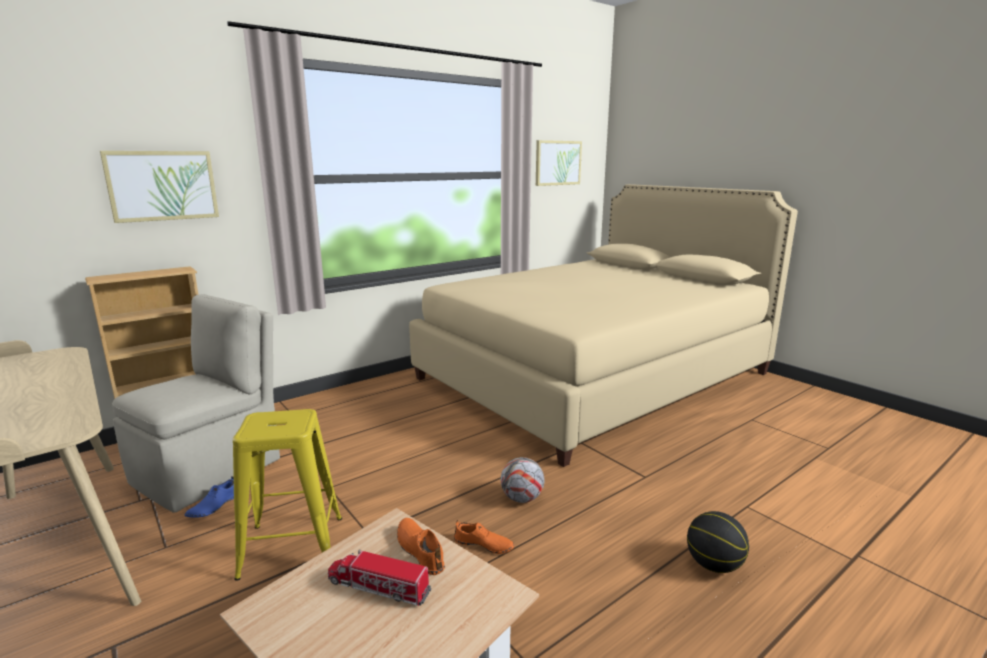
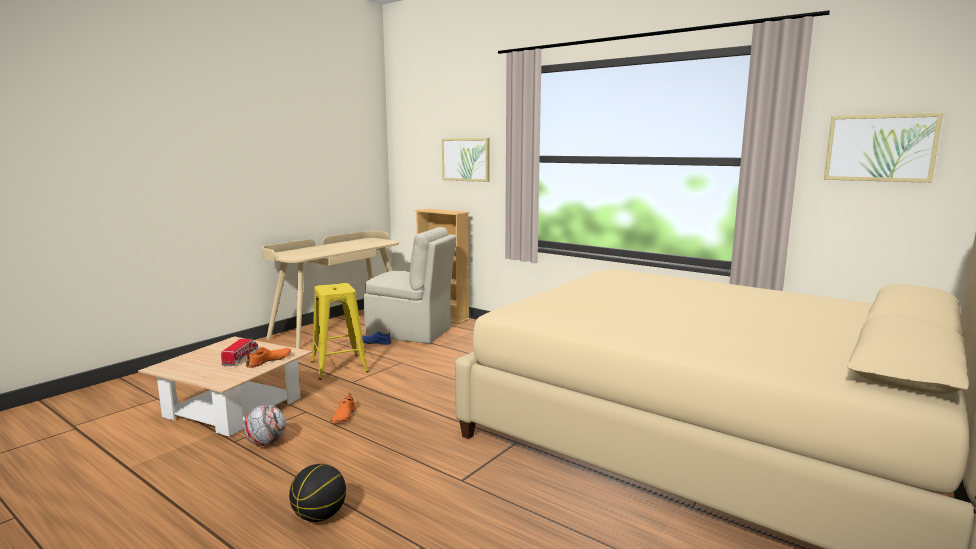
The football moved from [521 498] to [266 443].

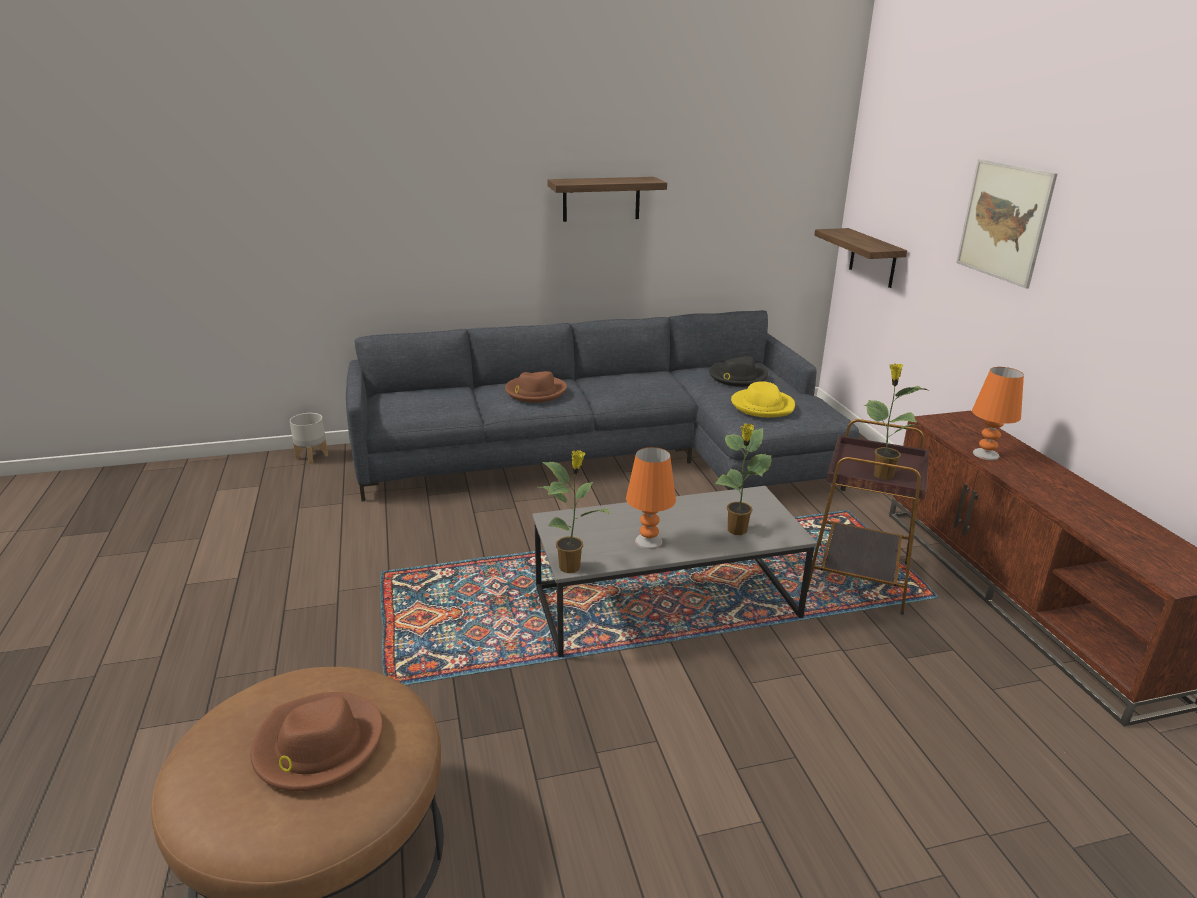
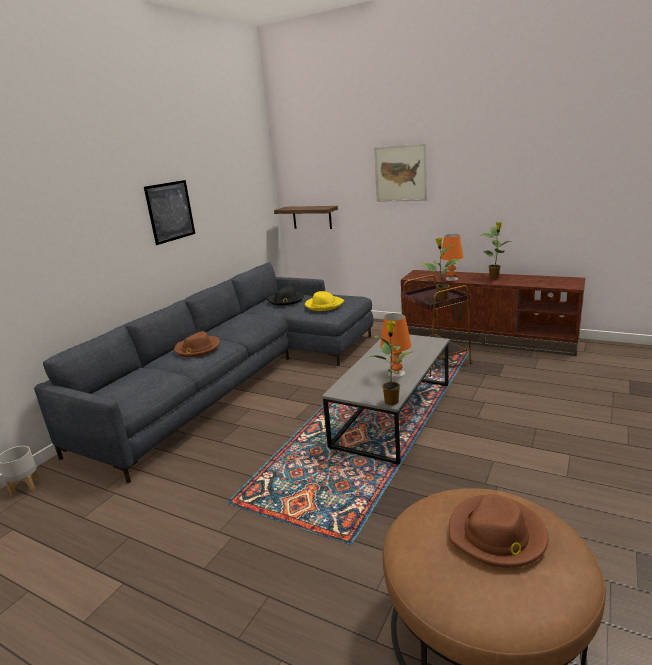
The shelf at [601 199] was replaced by the picture at [170 211].
The potted plant moved from [737 531] to [494 277].

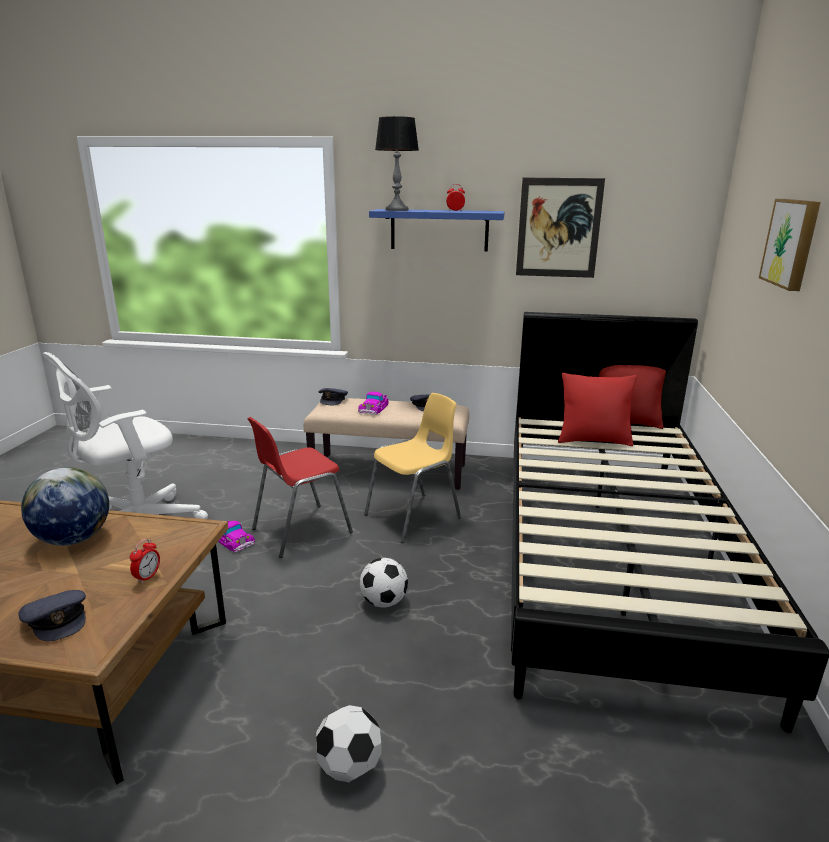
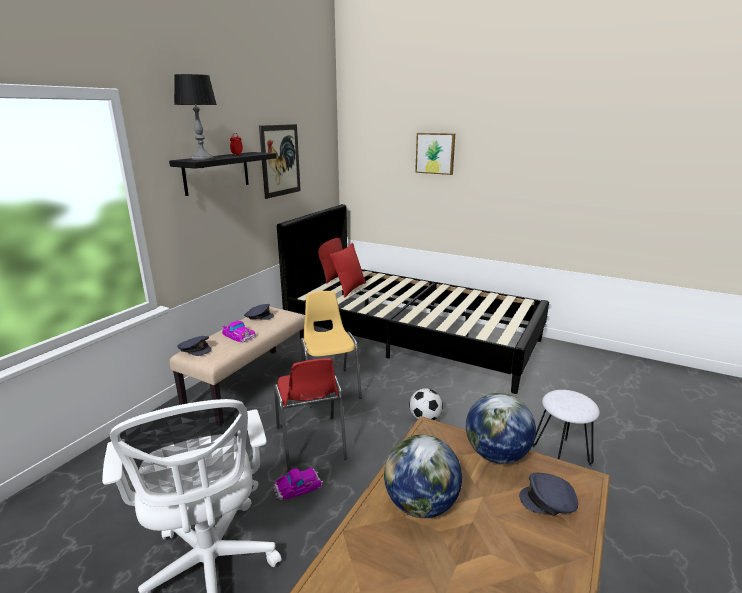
The blue shelf at [439 230] became the black shelf at [216 173].
The alarm clock at [147 577] was replaced by the globe at [496 455].
The grey cap at [57 619] turned 150 degrees counterclockwise.
The football at [349 767] was replaced by the white stool at [561 455].

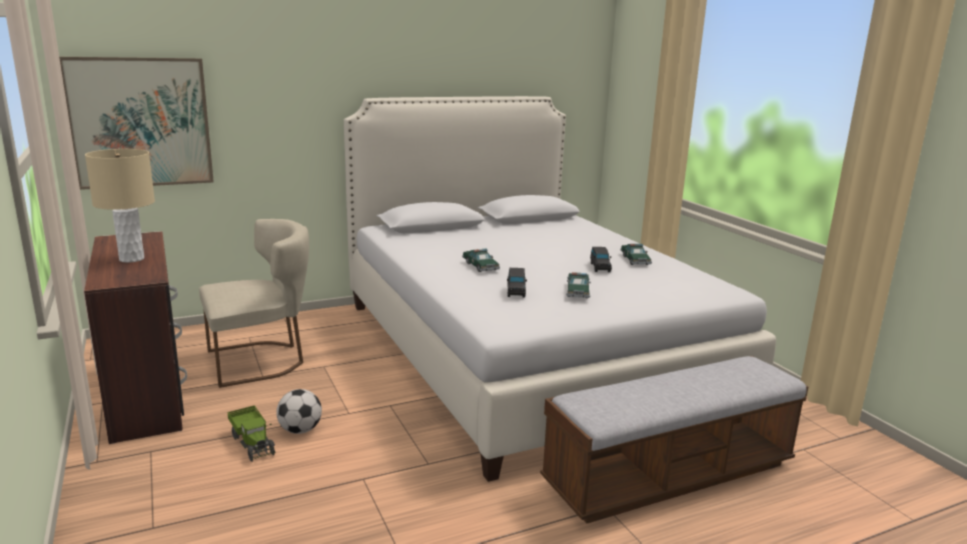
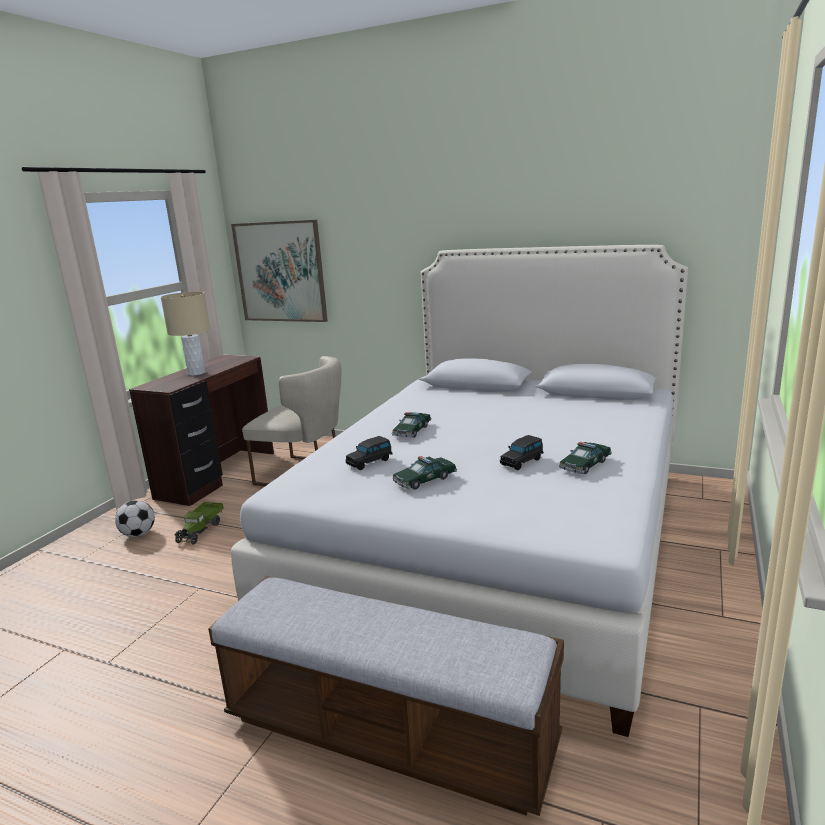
The football moved from [300 430] to [138 534].

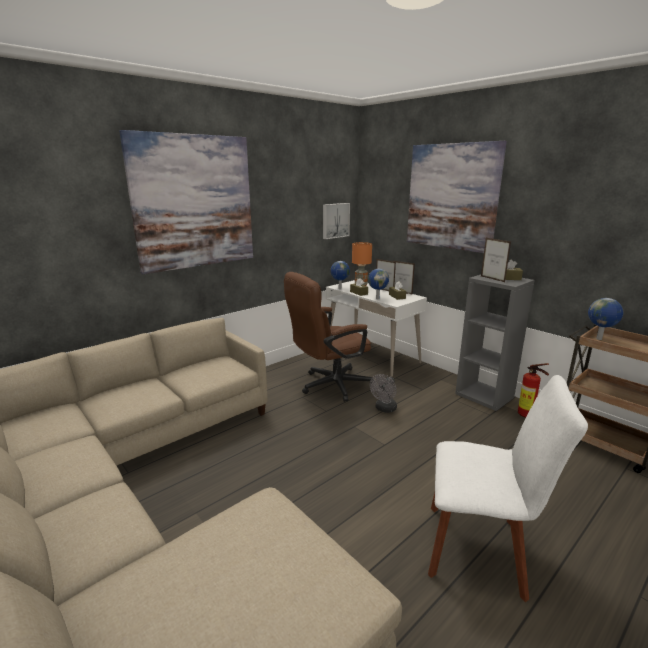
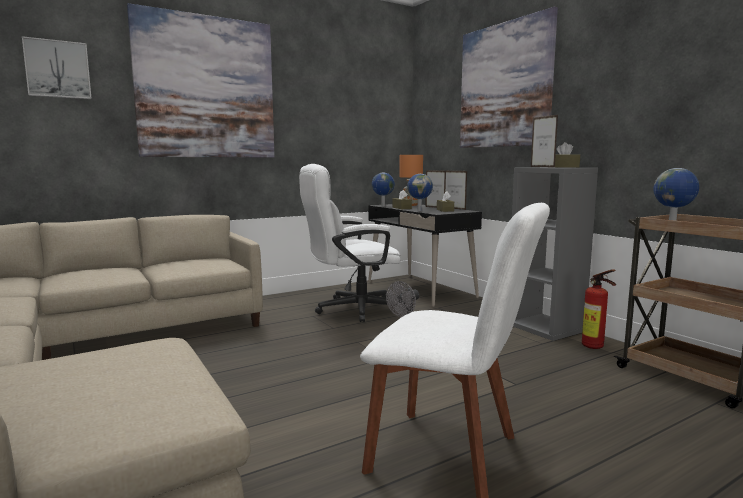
The picture moved from [335 220] to [57 69].
The brown office chair at [329 386] became the white office chair at [351 309].
The white desk at [371 355] became the black desk at [420 289].

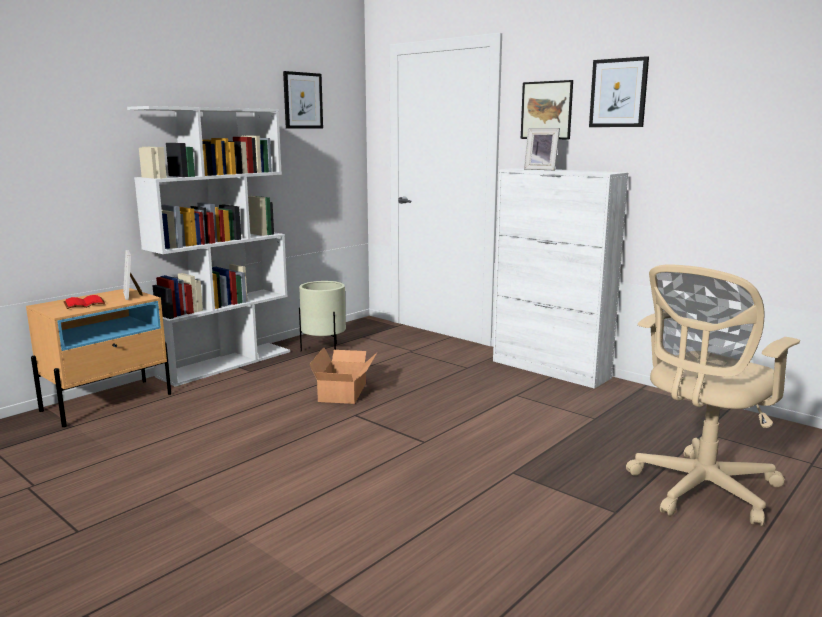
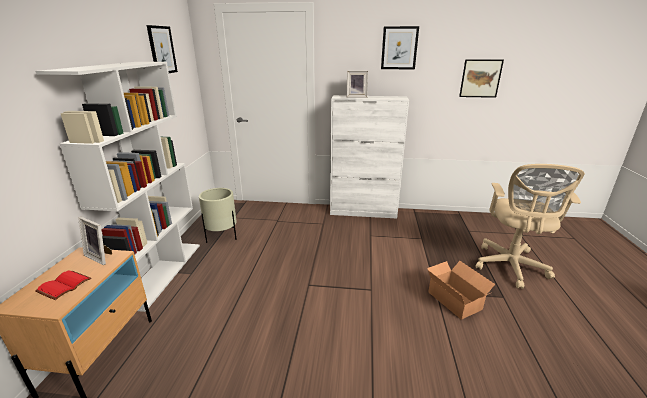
The picture moved from [546 110] to [480 78].
The cardboard box moved from [345 392] to [455 299].

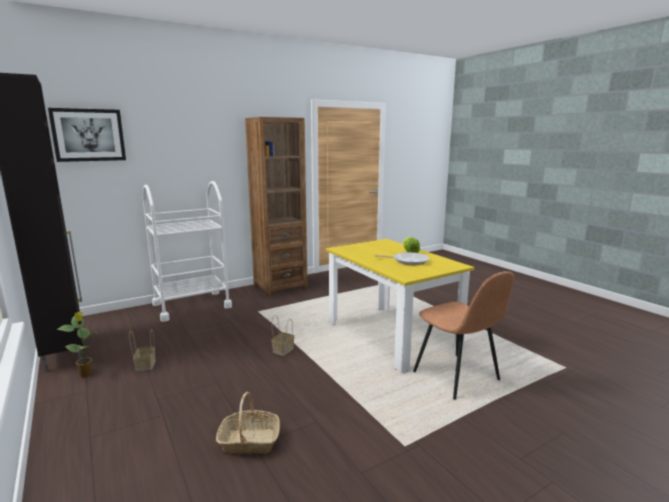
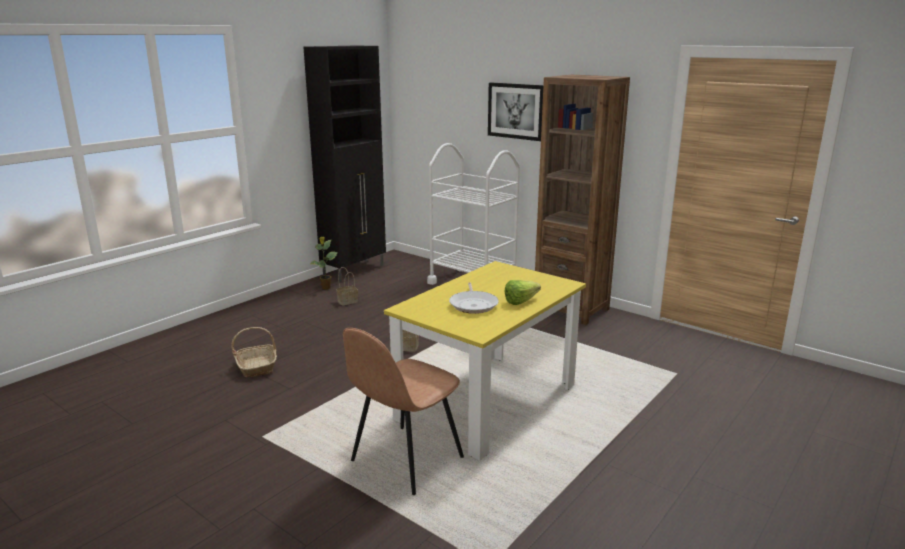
The picture moved from [88 135] to [516 111].

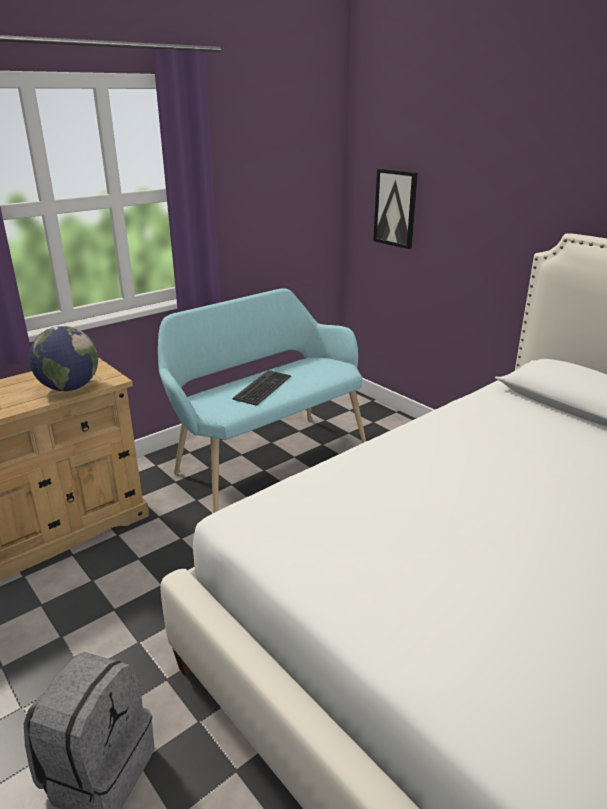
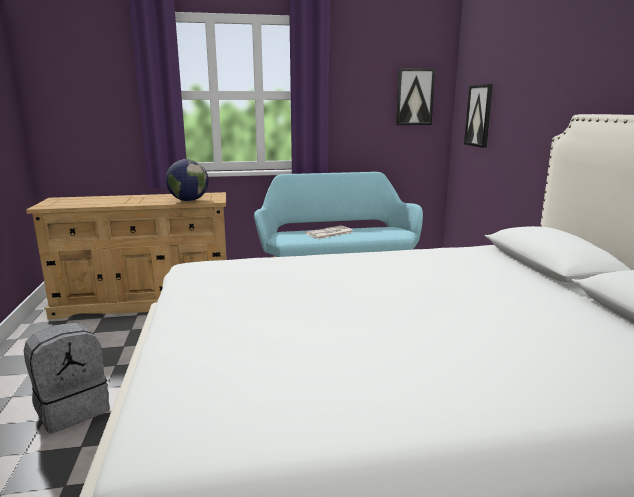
The keyboard at [263 388] was replaced by the newspaper at [329 233].
The picture at [414 97] appeared.

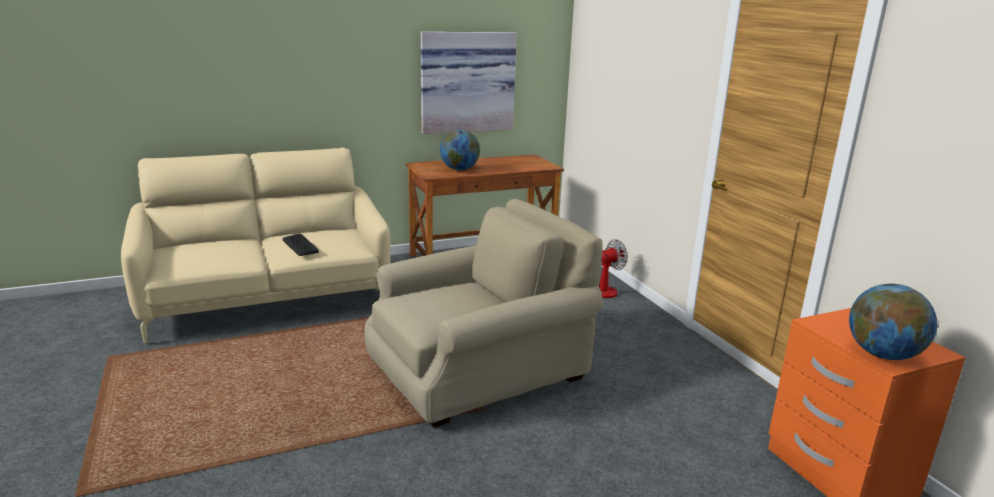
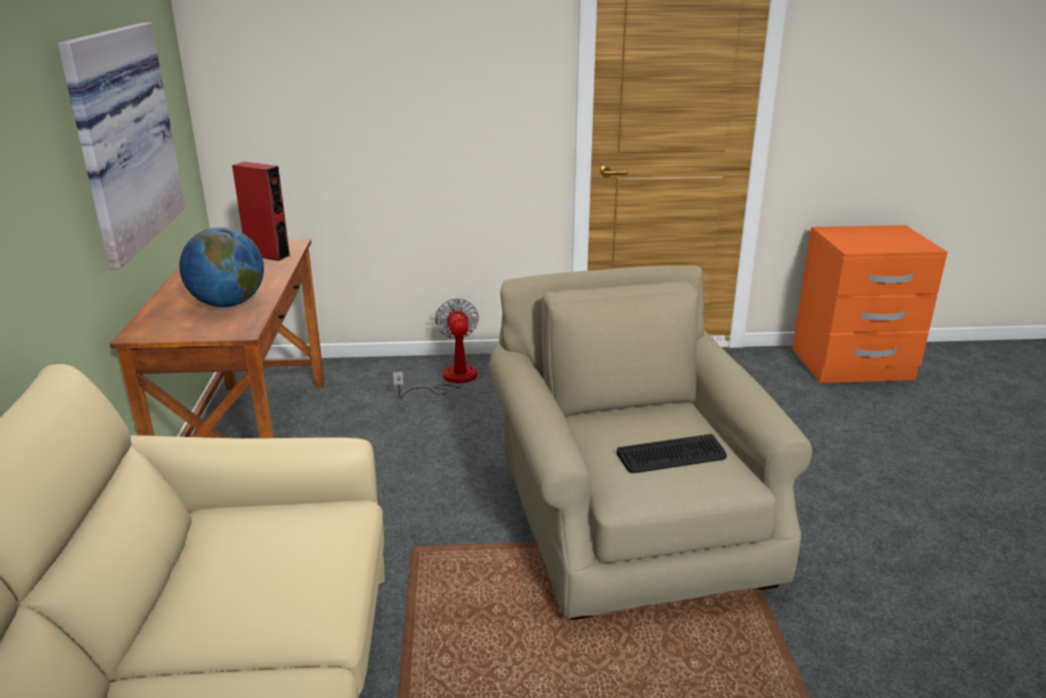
The keyboard moved from [299 245] to [672 455].
The globe at [882 355] disappeared.
The red speaker at [267 255] appeared.

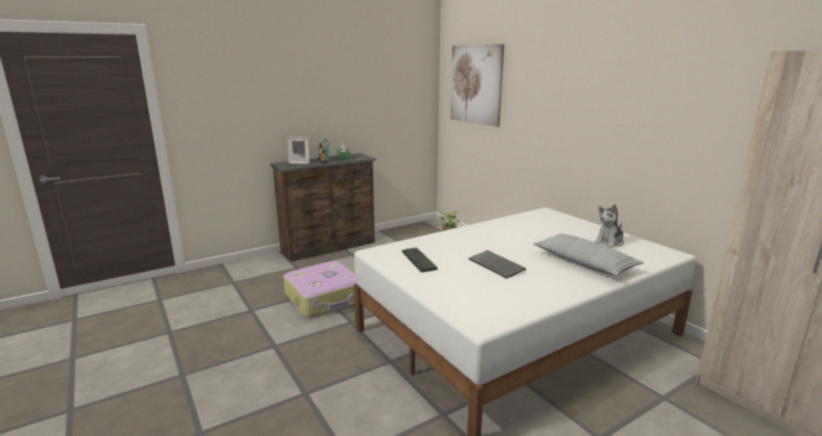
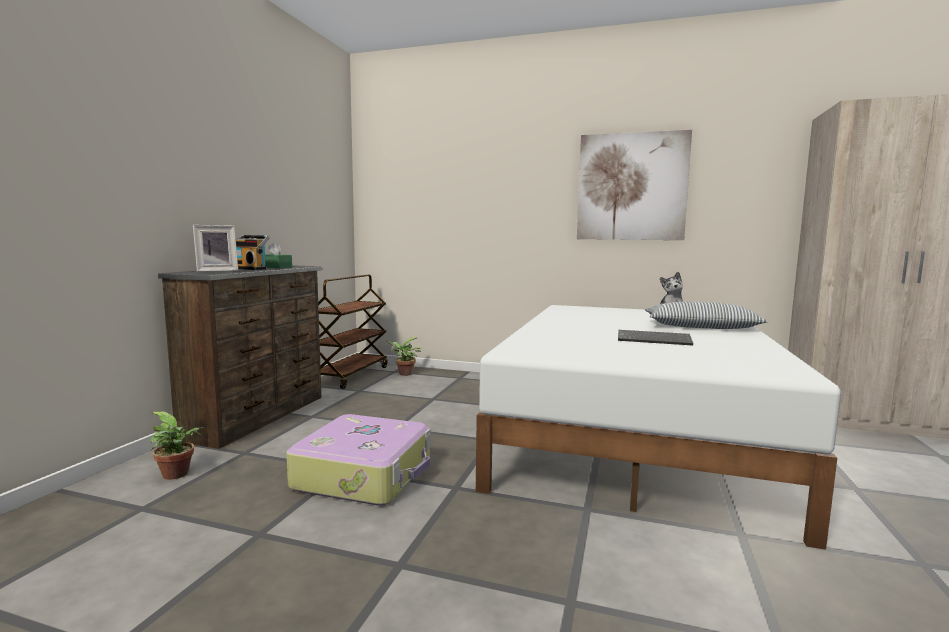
The picture moved from [476 84] to [631 187].
The keyboard at [419 260] disappeared.
The brown cart at [350 375] appeared.
The potted plant at [178 475] appeared.

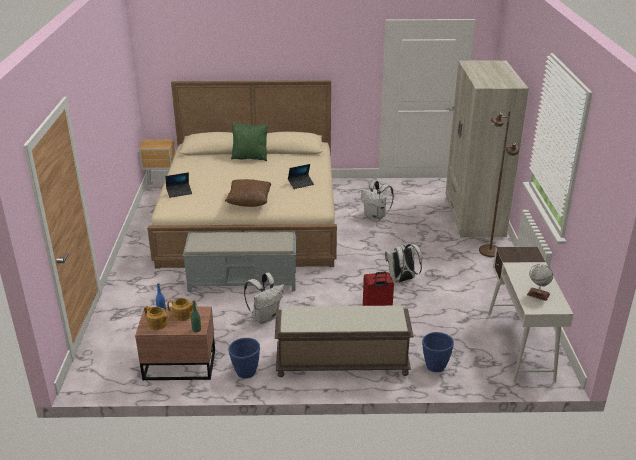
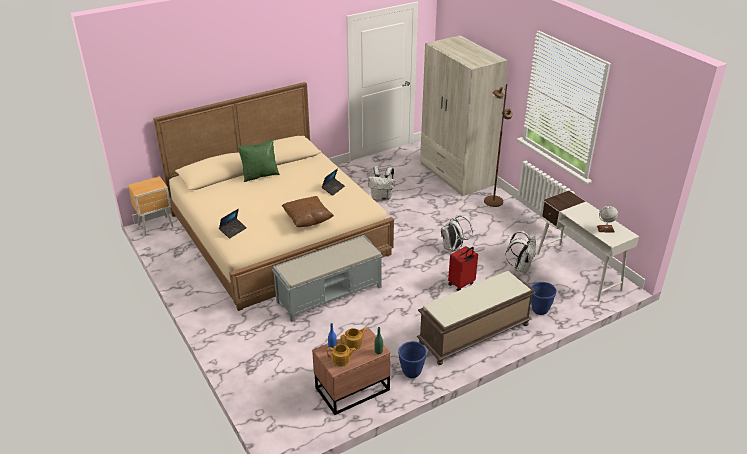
The white backpack moved from [265 317] to [521 267].

